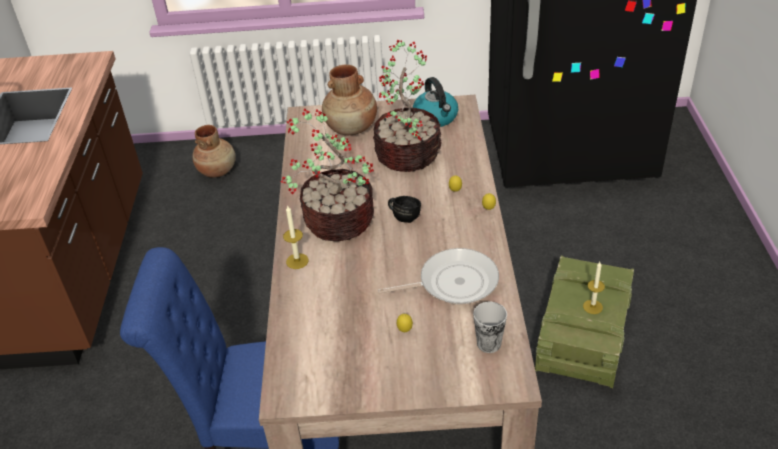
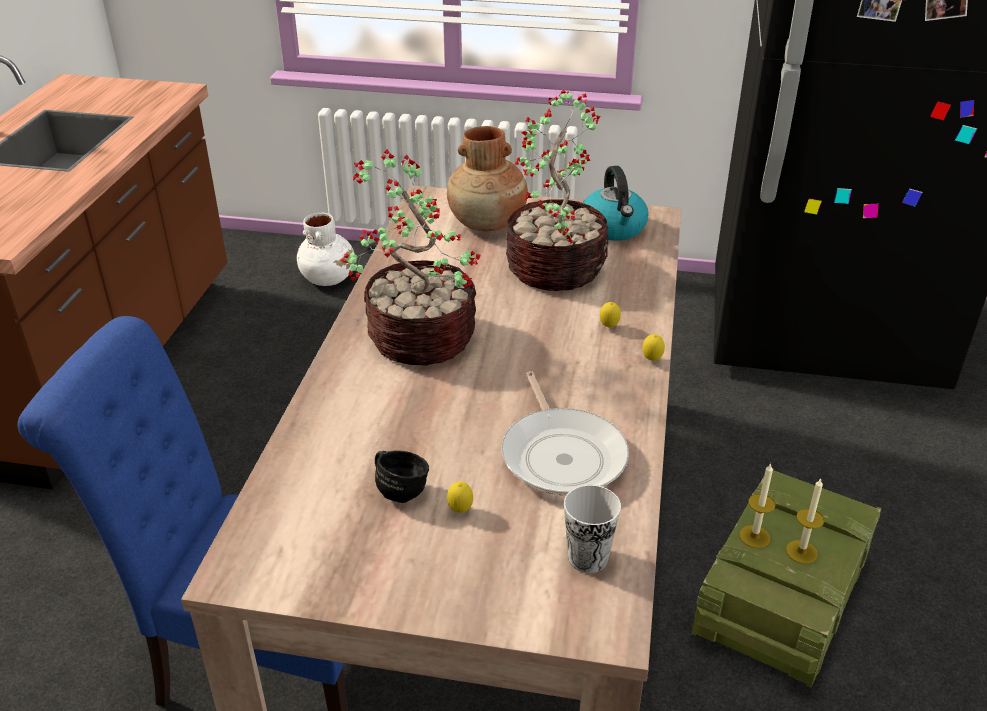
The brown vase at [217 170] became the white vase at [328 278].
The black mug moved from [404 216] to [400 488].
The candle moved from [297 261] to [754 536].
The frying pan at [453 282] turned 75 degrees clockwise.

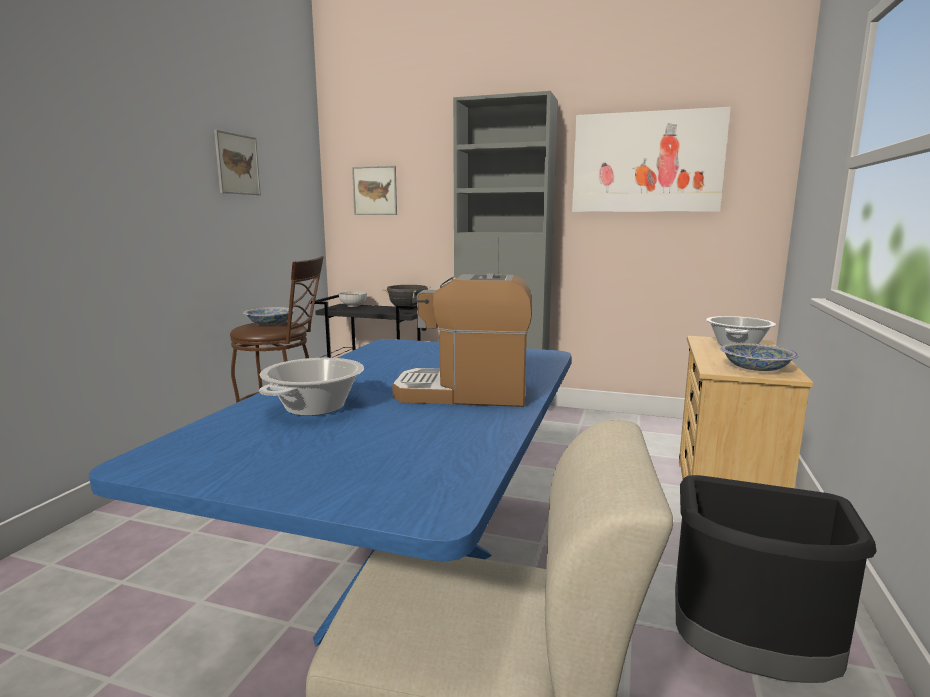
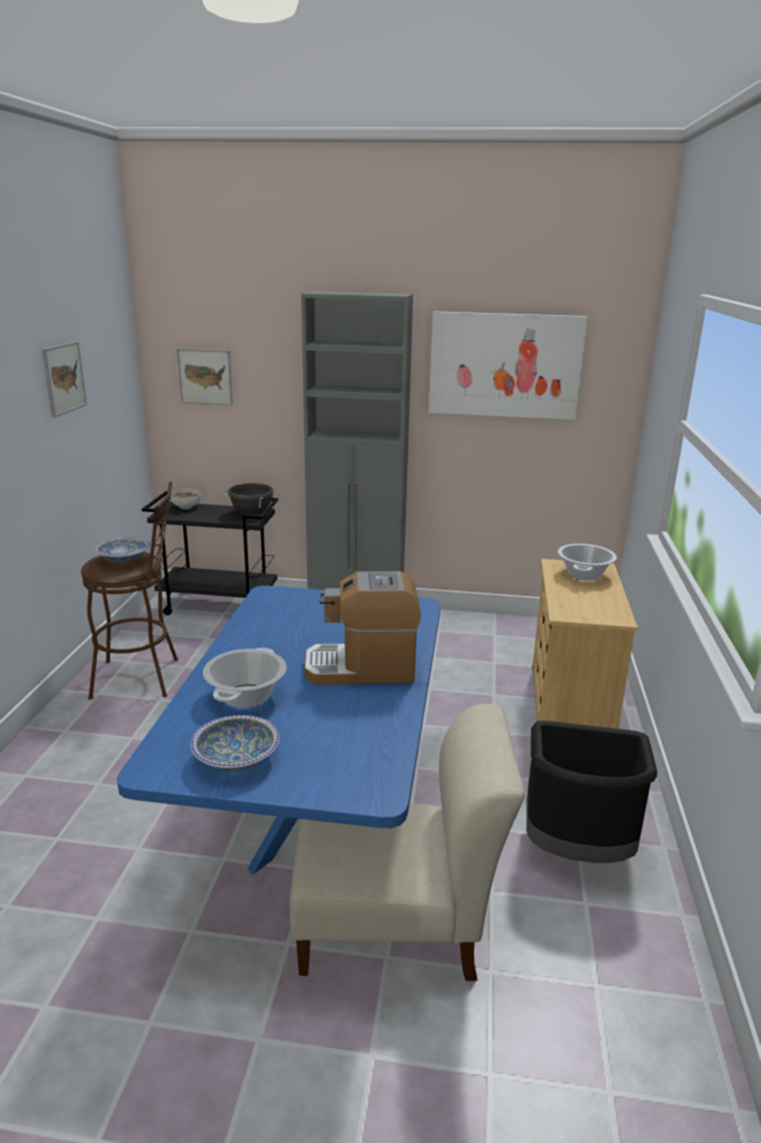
The bowl moved from [755 369] to [236 758].

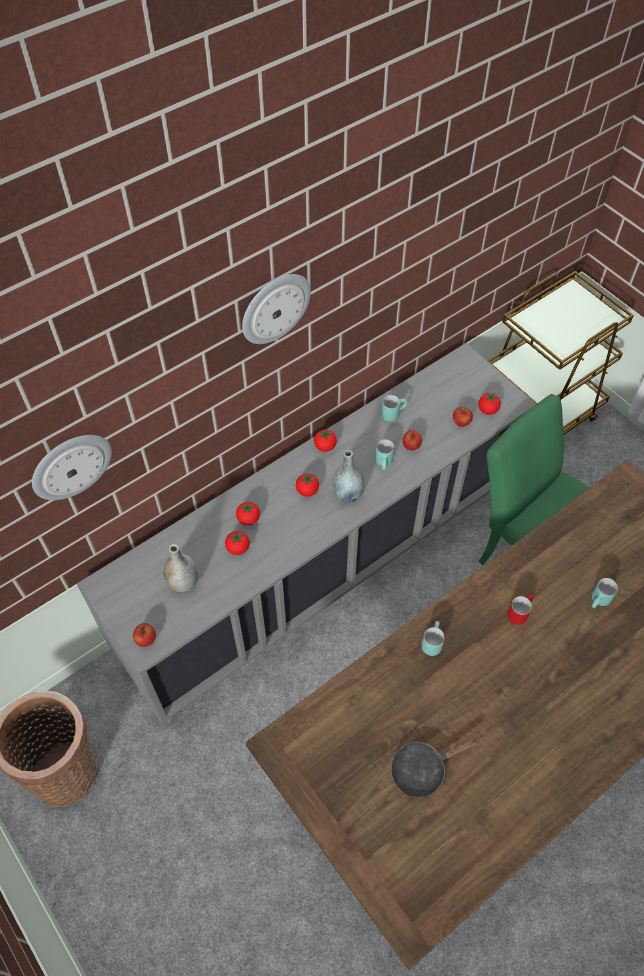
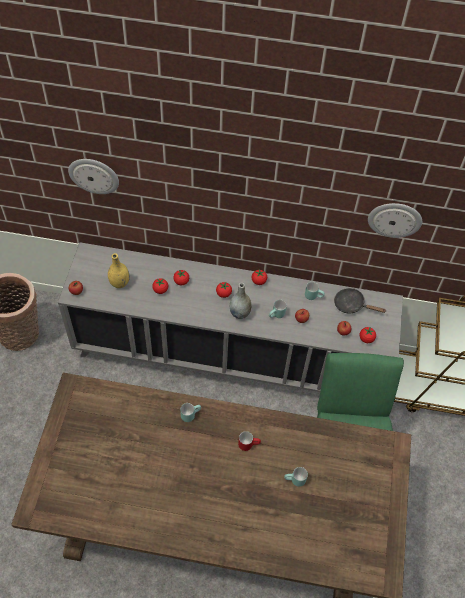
The wall clock moved from [275 308] to [394 219].
The grey vase at [183 583] became the yellow vase at [119 283].
The black frying pan moved from [423 769] to [352 305].

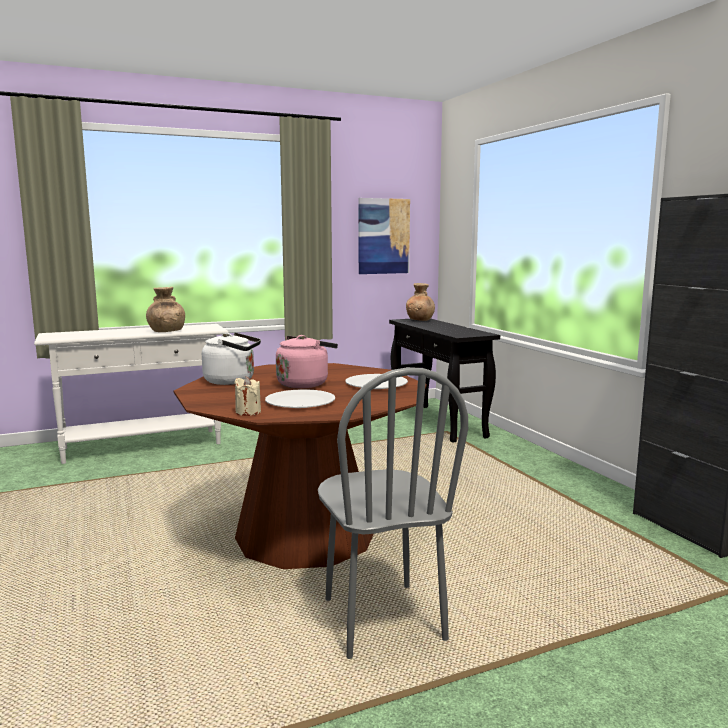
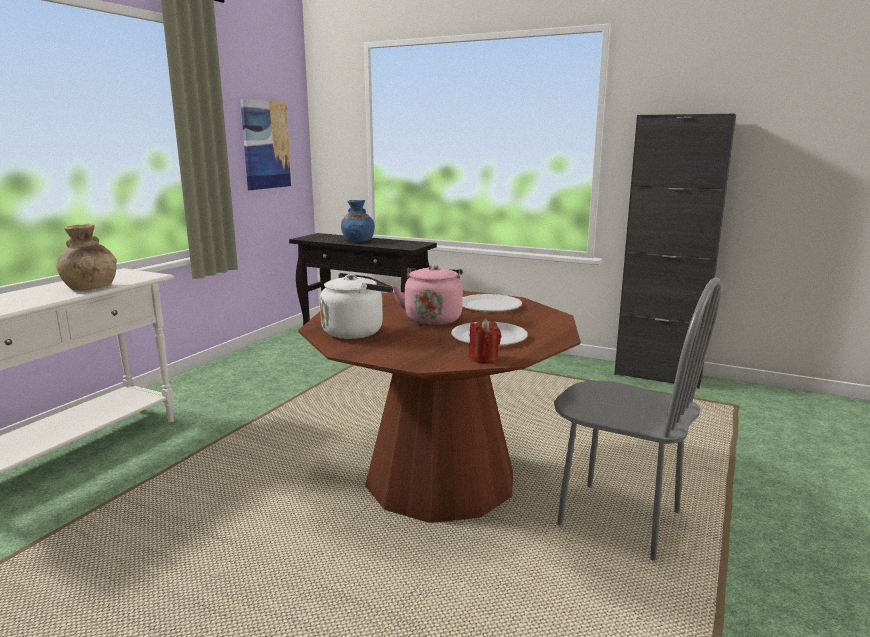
The brown vase at [420 320] disappeared.
The beige candle at [248 412] became the red candle at [484 358].
The blue vase at [357 241] appeared.

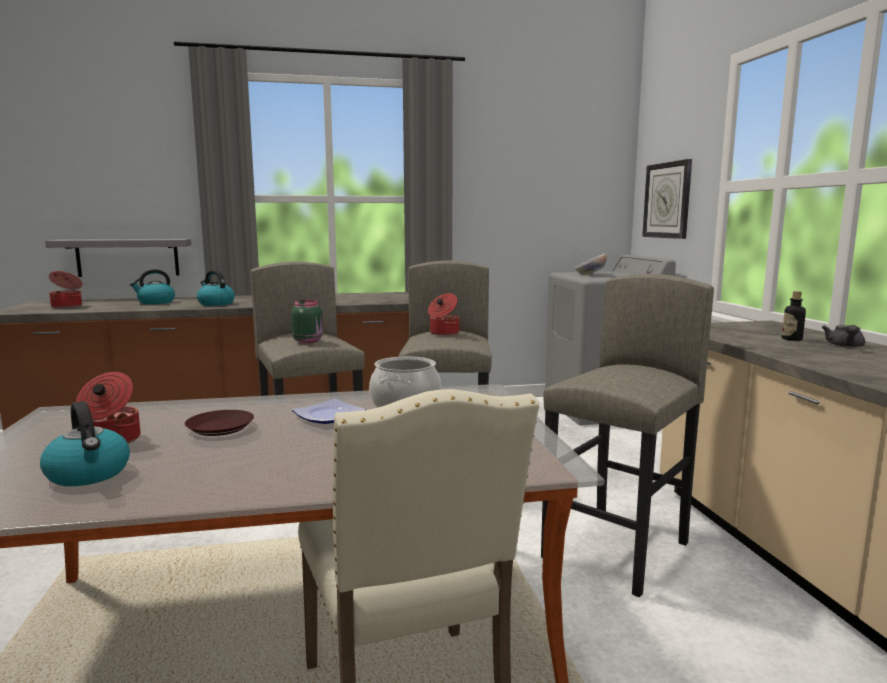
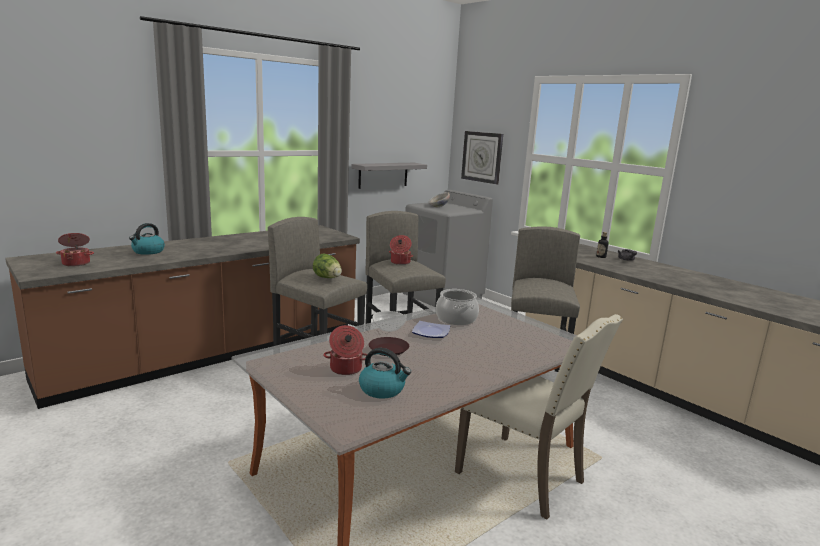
The grey shelf moved from [128 257] to [383 175].
The kettle at [215 304] disappeared.
The green jar at [308 341] was replaced by the lettuce at [328 278].
The bowl at [389 328] appeared.

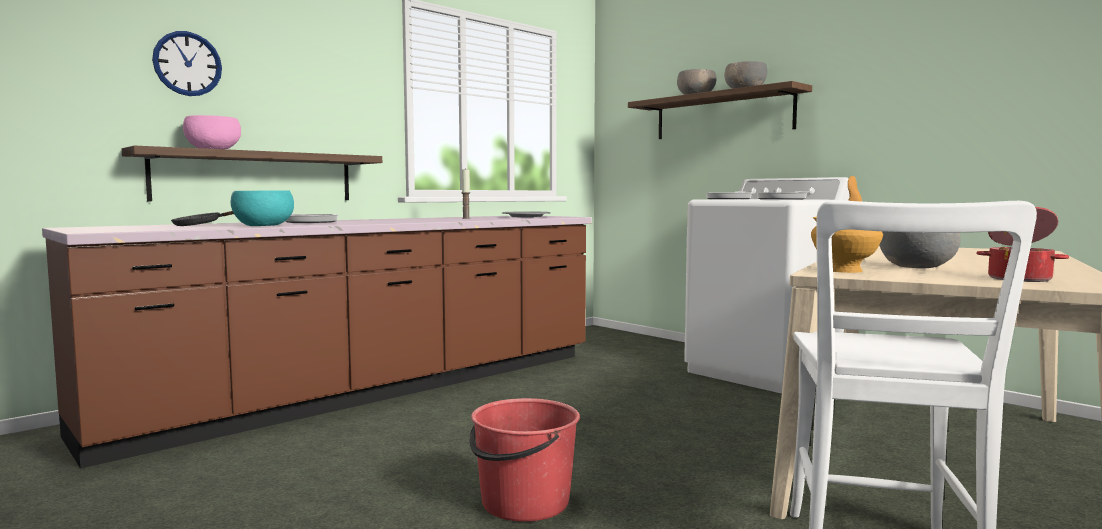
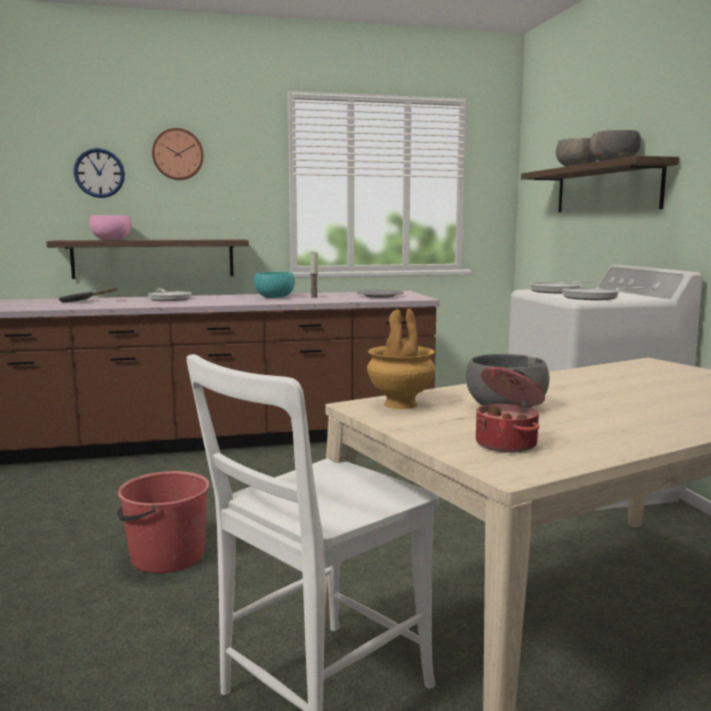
The turquoise bowl moved from [264 225] to [275 297].
The wall clock at [178 154] appeared.

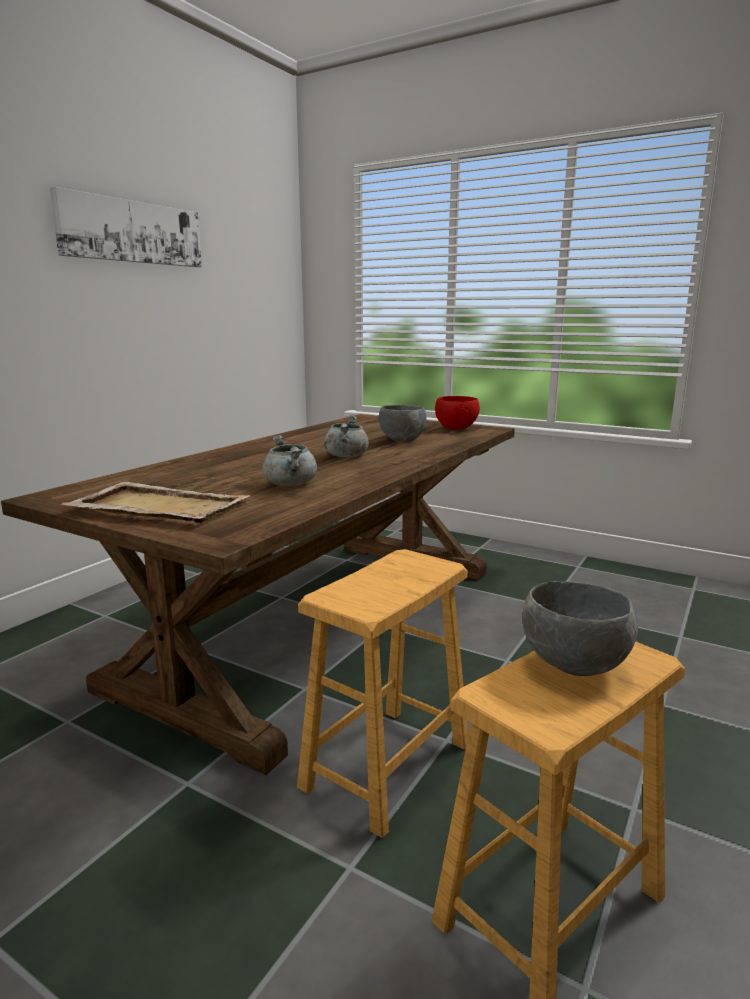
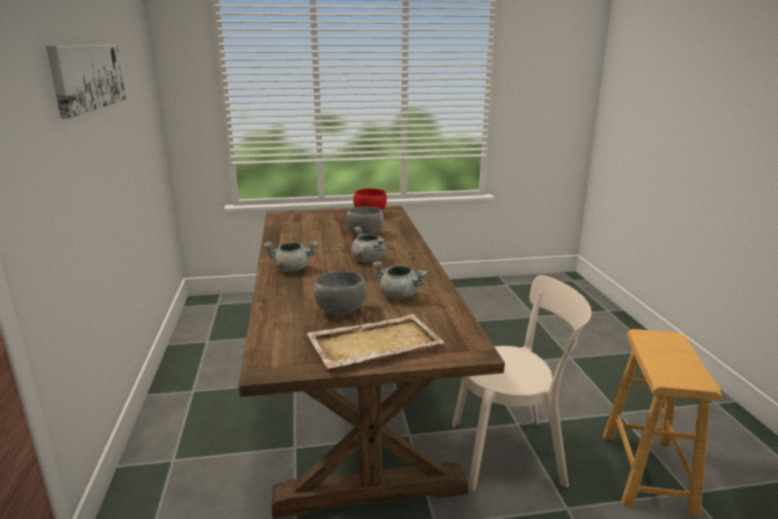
The brown stool at [387 766] was replaced by the beige chair at [512 452].
The grey bowl moved from [574 666] to [341 312].
The grey cooking pot at [292 269] appeared.

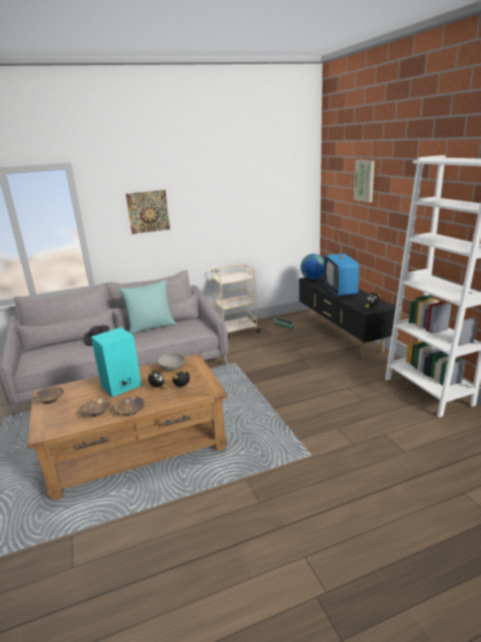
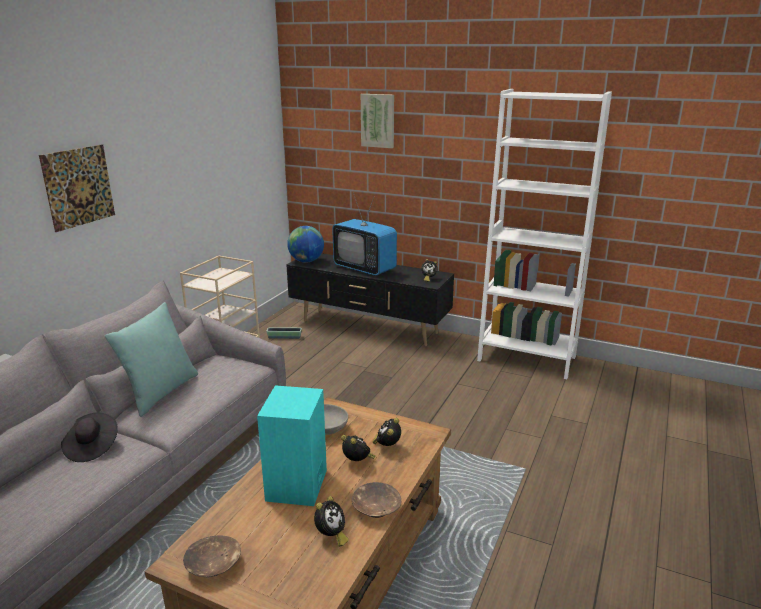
The brown bowl at [97 412] was replaced by the alarm clock at [331 536].

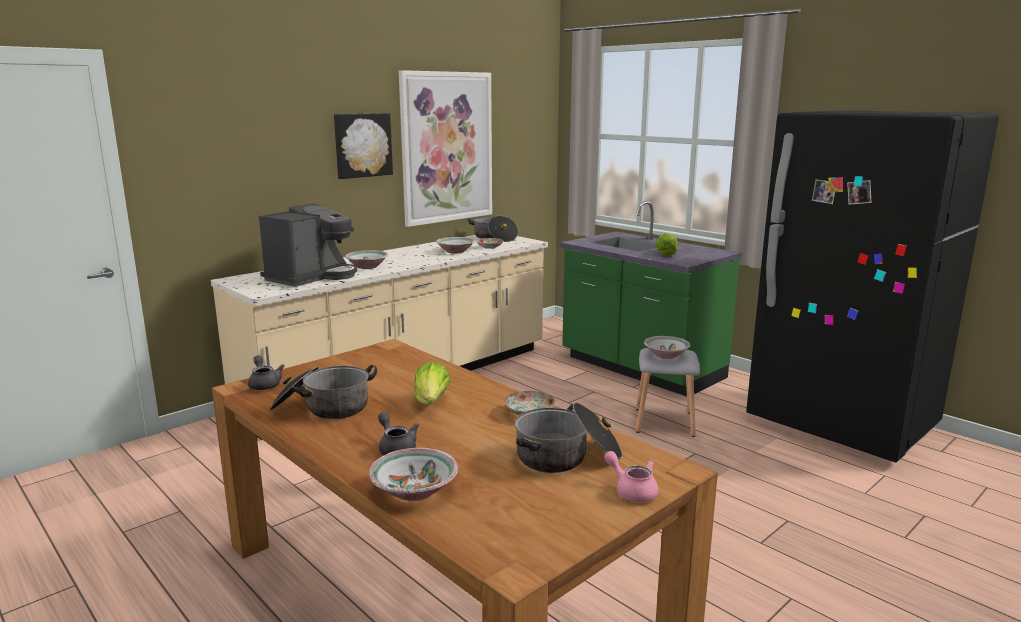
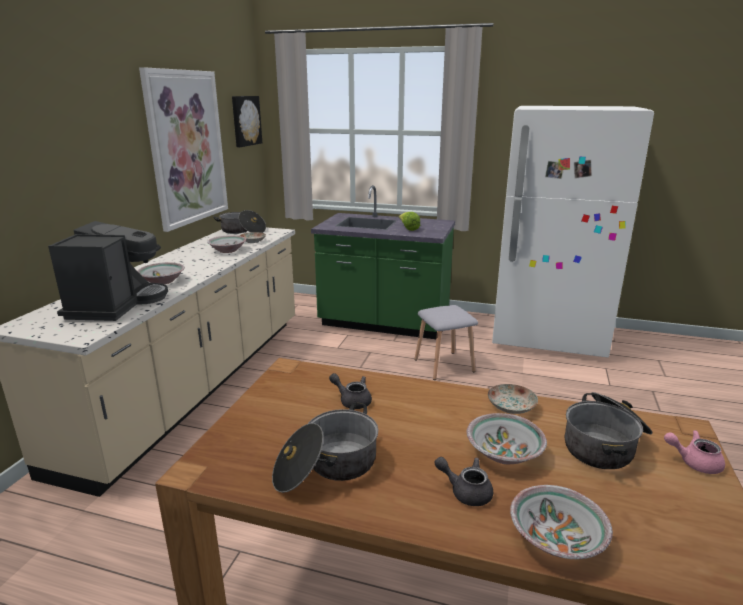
The black fridge at [841 425] became the white fridge at [547 337].
The picture moved from [362 145] to [245 121].
The bowl moved from [666 355] to [504 453].
The grey teapot moved from [264 384] to [352 400].
The lettuce at [431 403] disappeared.

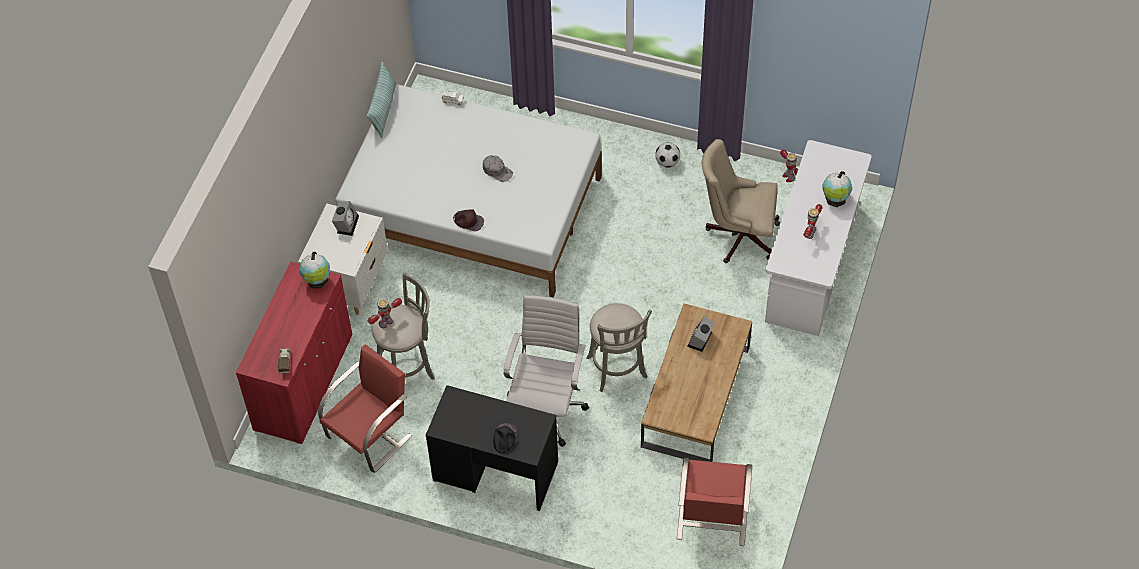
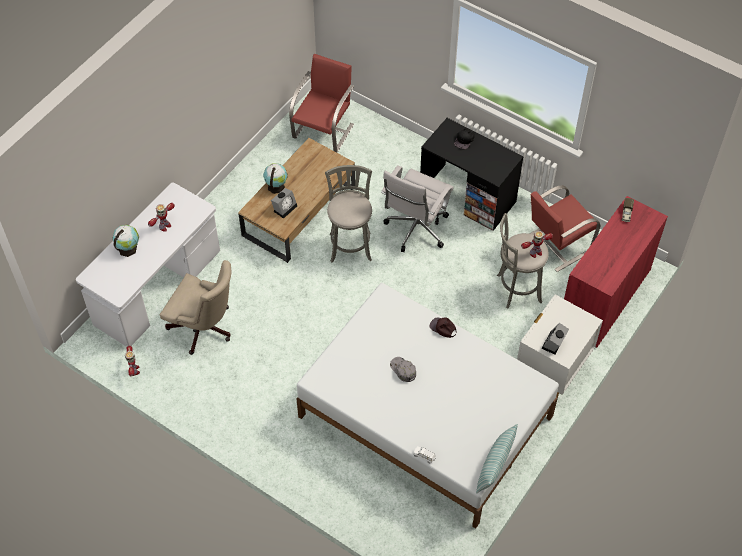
The football at [667 162] disappeared.
The globe moved from [317 281] to [276 186].

